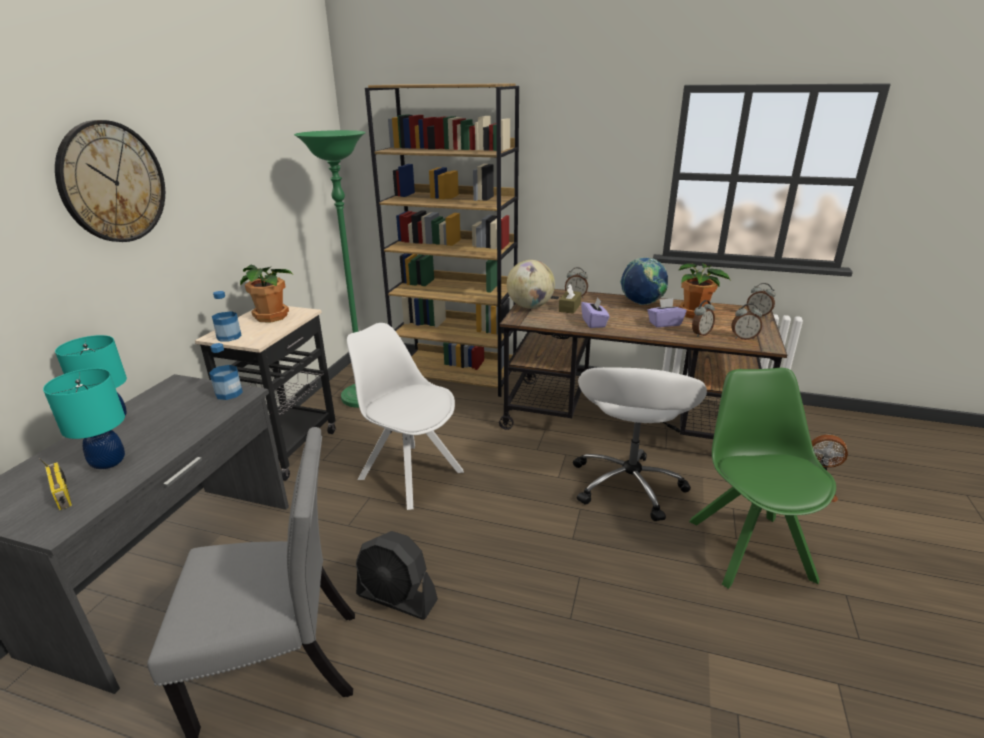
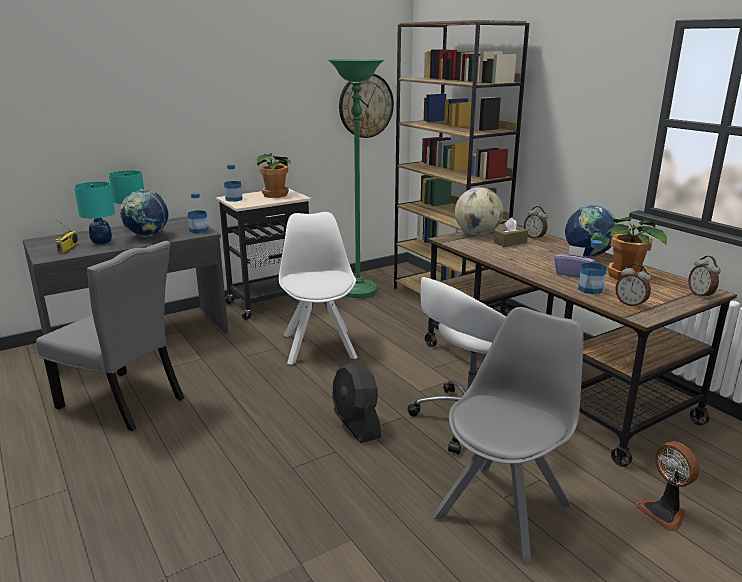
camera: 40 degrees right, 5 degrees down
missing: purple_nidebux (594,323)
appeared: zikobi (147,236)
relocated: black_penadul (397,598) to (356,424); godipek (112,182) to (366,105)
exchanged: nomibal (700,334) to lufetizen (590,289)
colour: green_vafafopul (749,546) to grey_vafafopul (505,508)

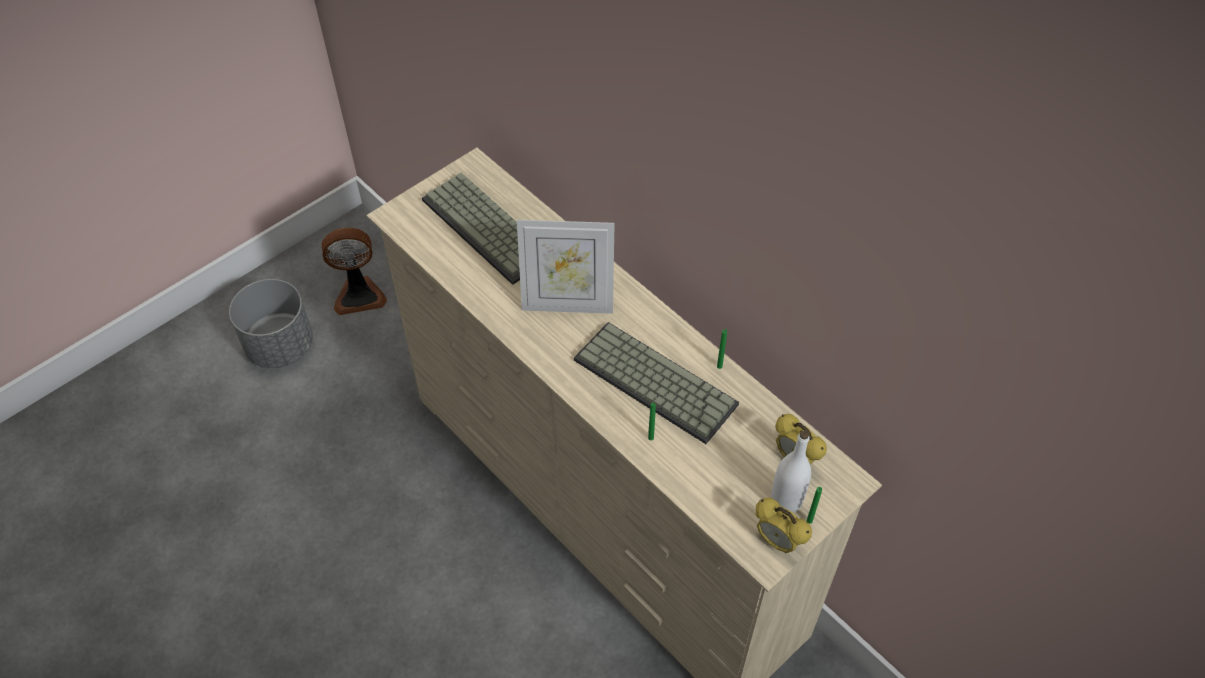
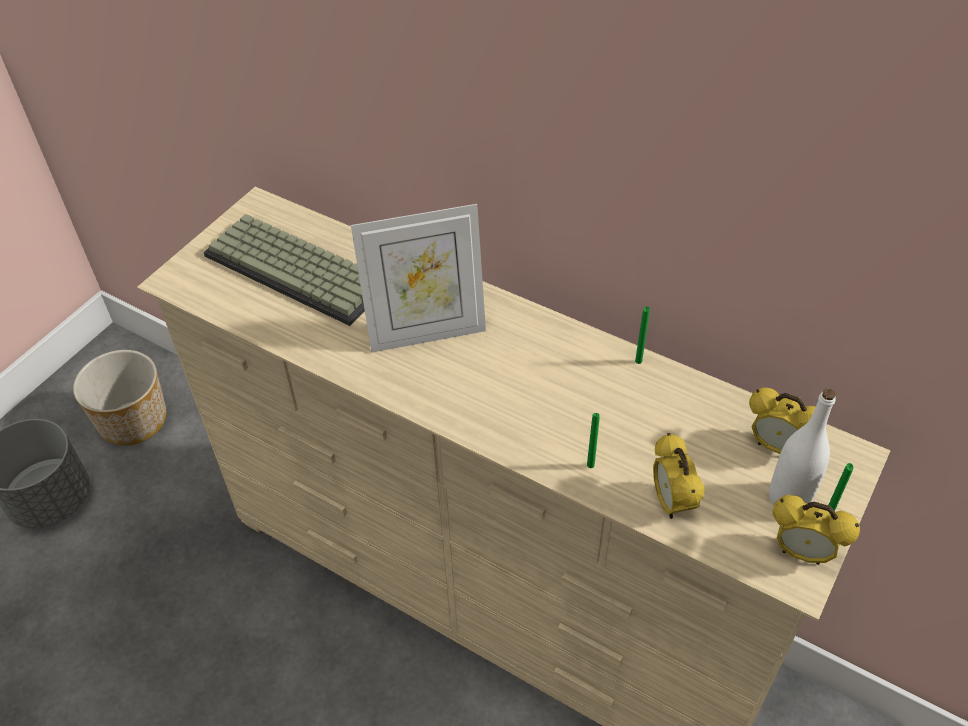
camera: 15 degrees left, 5 degrees down
missing: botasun (652,383)
appeared: nomibal (671,503)
exchanged: penadul (359,294) to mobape (134,420)

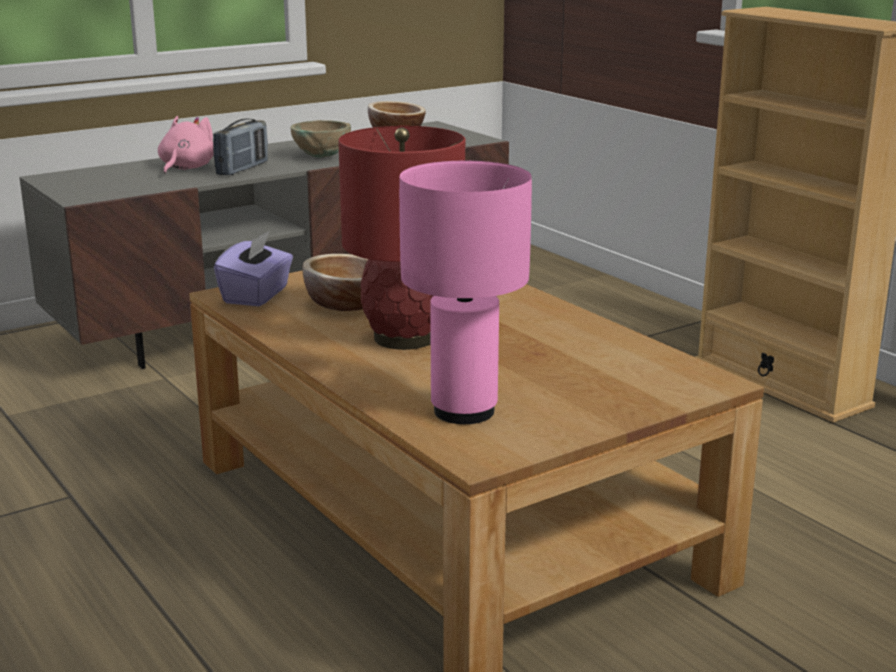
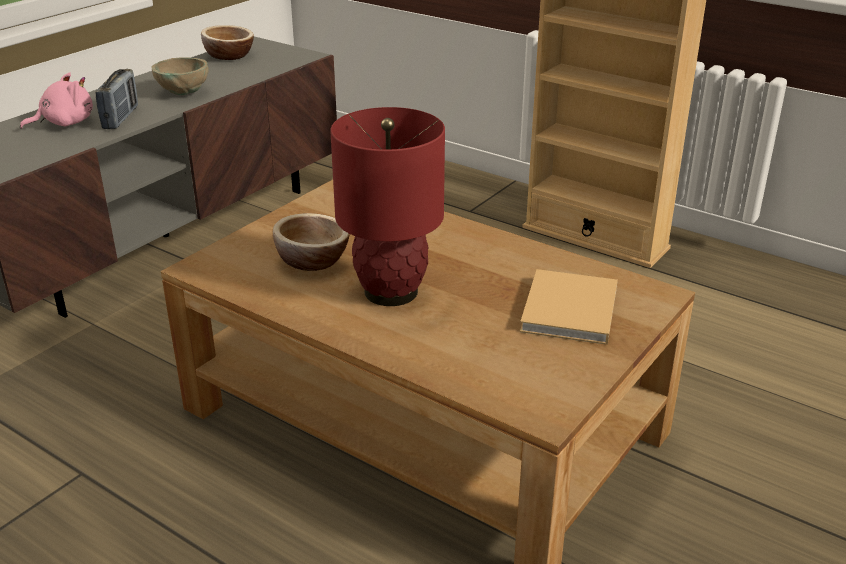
camera: 20 degrees left, 10 degrees up
missing: purple_nidebux (257,295); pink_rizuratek (464,410)
appeared: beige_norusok (569,312)
spun: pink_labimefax (186,168) = (64,123) 60 degrees clockwise

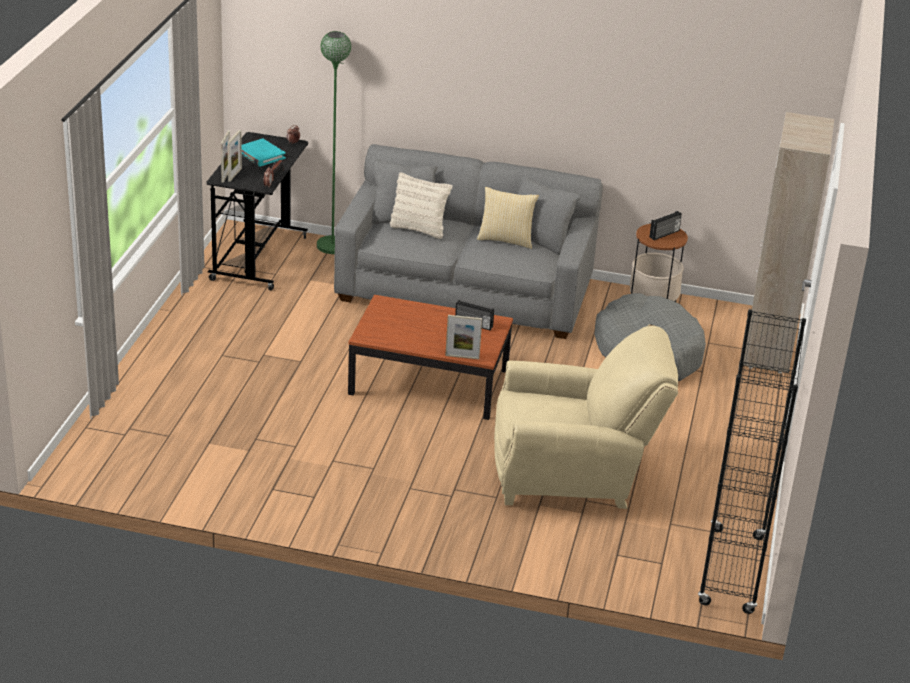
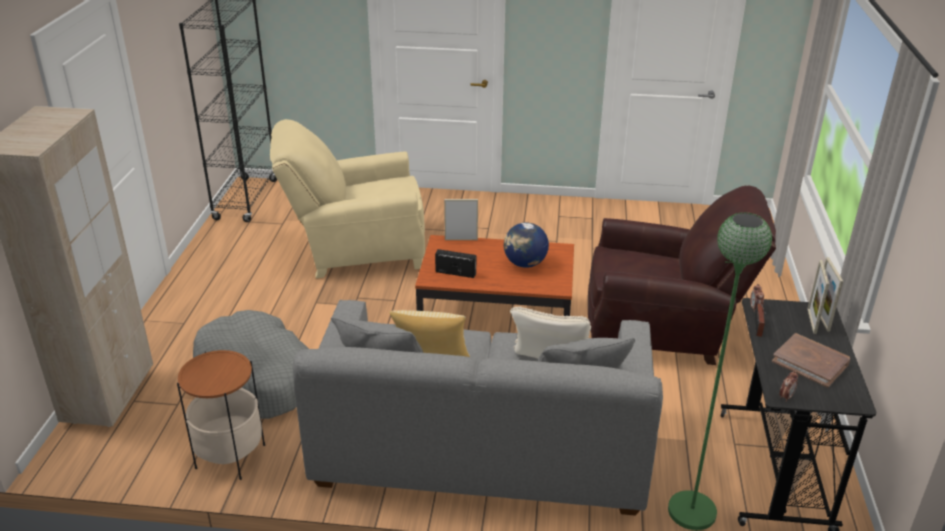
camera: 175 degrees right, 0 degrees up
missing: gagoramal (665,234)
appeared: zikobi (525,264); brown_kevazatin (664,330)
colour: turquoise_norusok (260,155) to brown_norusok (810,362)

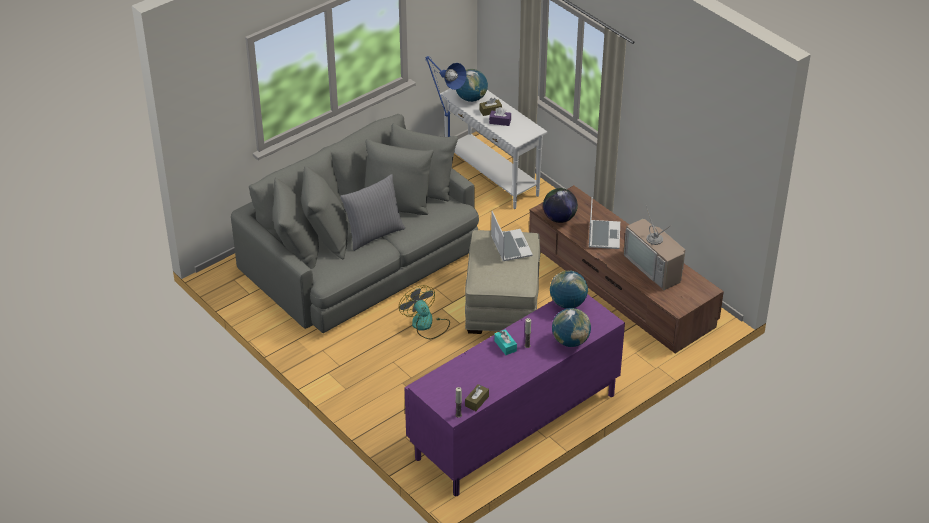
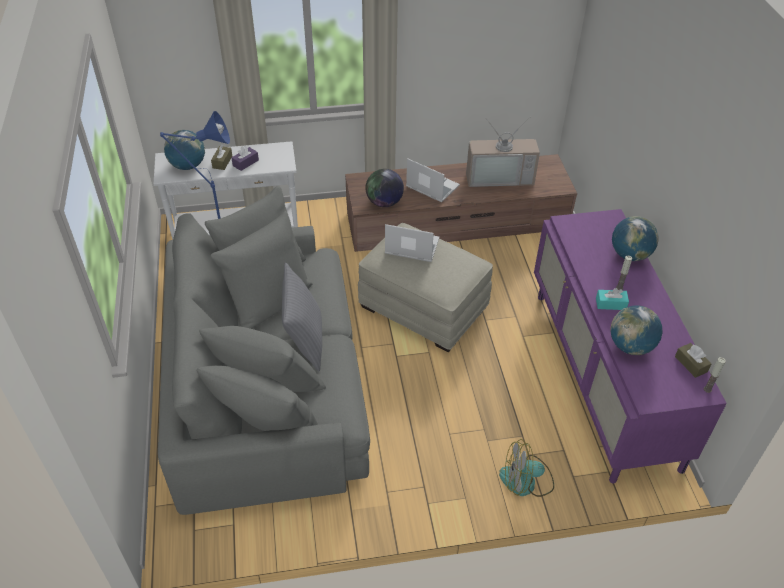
camera: 60 degrees left, 5 degrees up
relocated: penadul (426,325) to (526,481); zikobi (568,303) to (630,346)

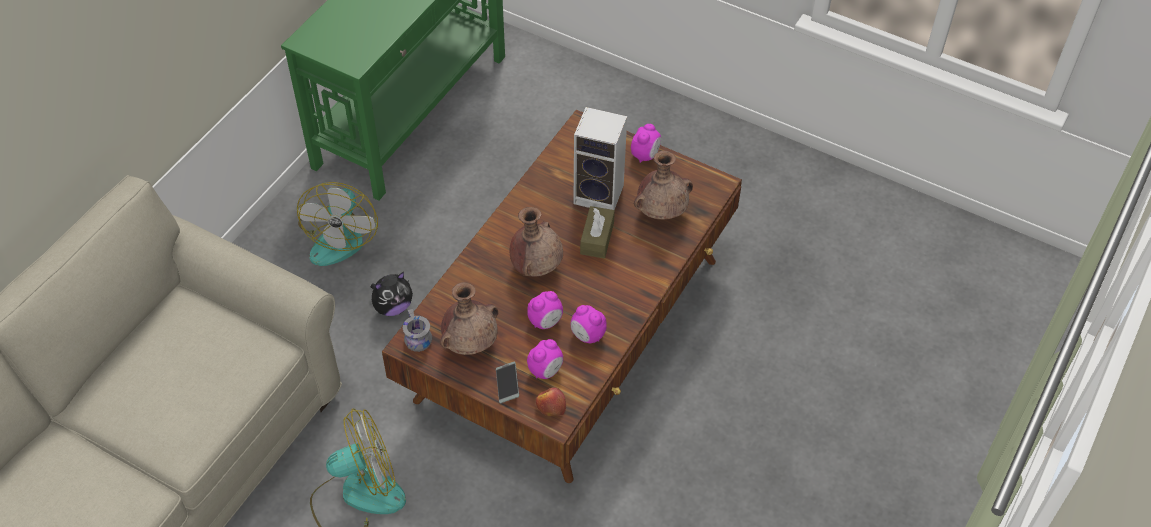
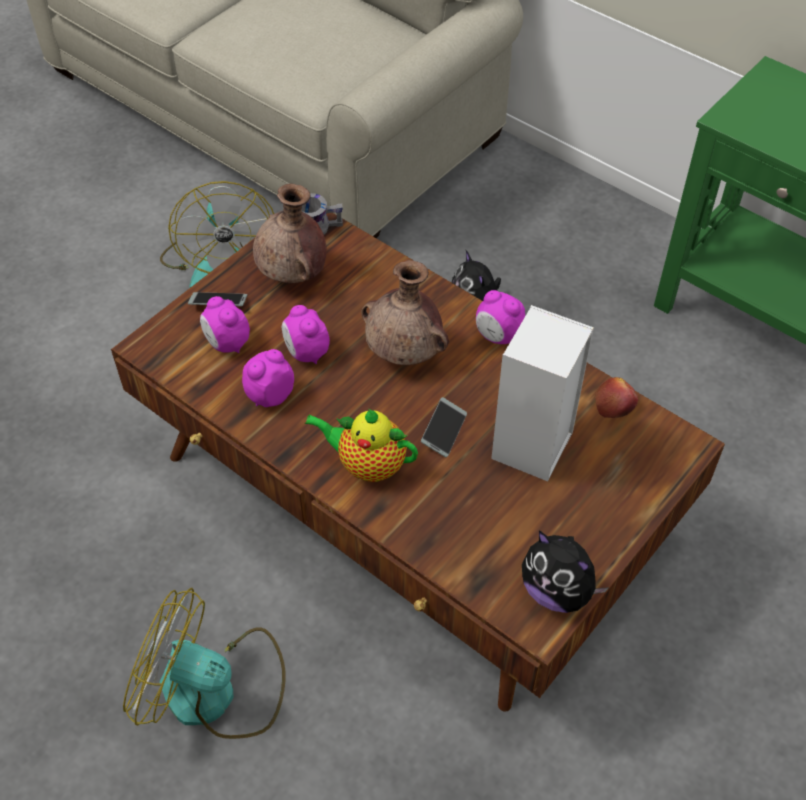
camera: 100 degrees right, 0 degrees up
missing: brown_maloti (662,212)
appeared: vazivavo (367,464); labimefax (557,591)
relocated: penadul (340,236) to (215,690); nomibal (645,155) to (498,336); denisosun (551,406) to (614,403)
exchanged: brown_nidebux (597,238) to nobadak (444,431)

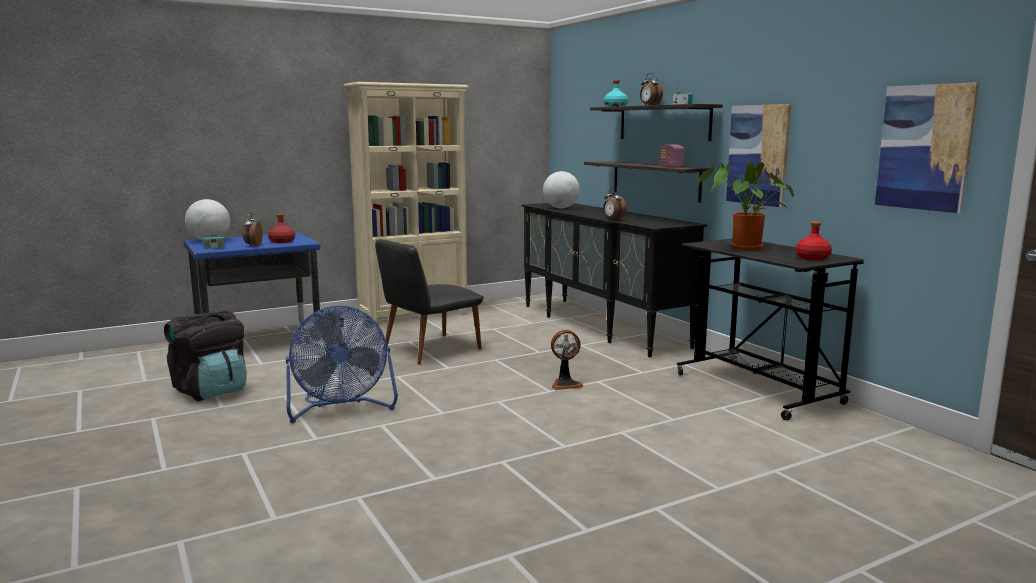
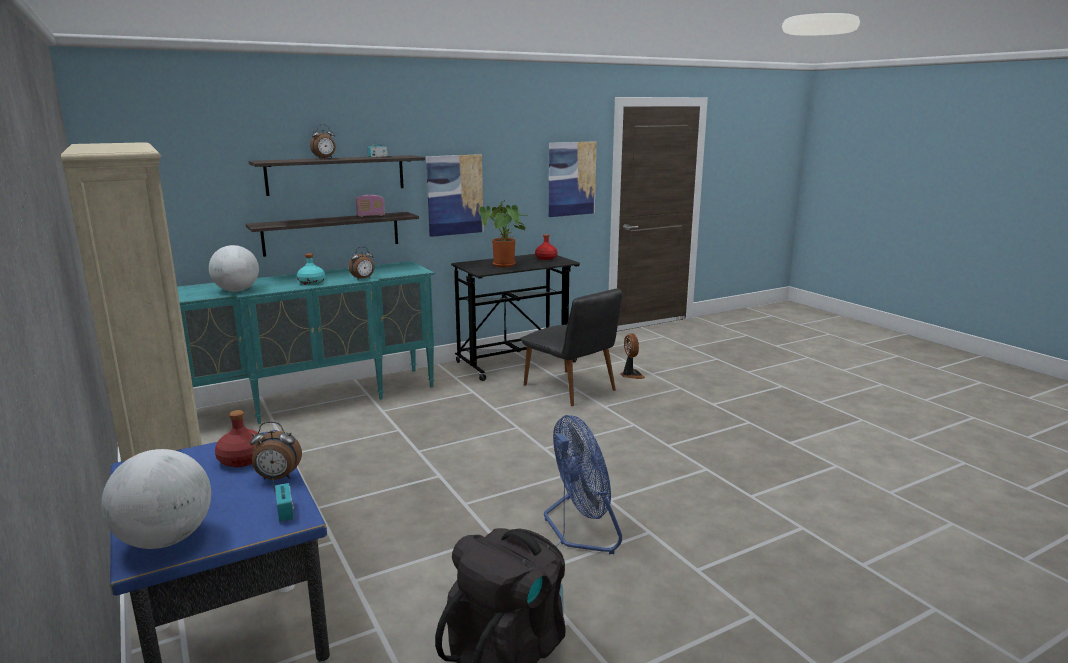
camera: 90 degrees left, 5 degrees up
relocated: turquoise_lufetizen (615,107) to (311,282); black_vafafopul (432,349) to (569,387); penadul (565,384) to (631,375)
colour: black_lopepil (600,325) to turquoise_lopepil (315,399)

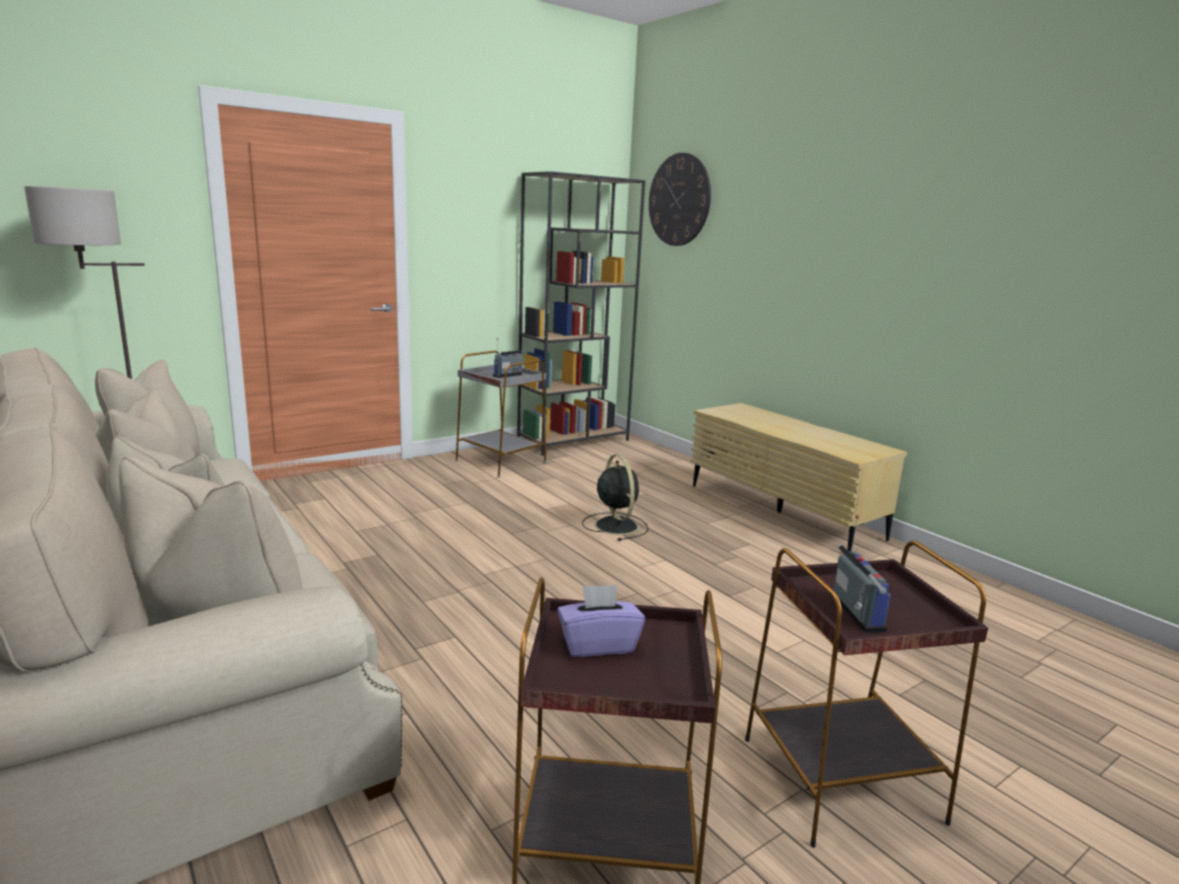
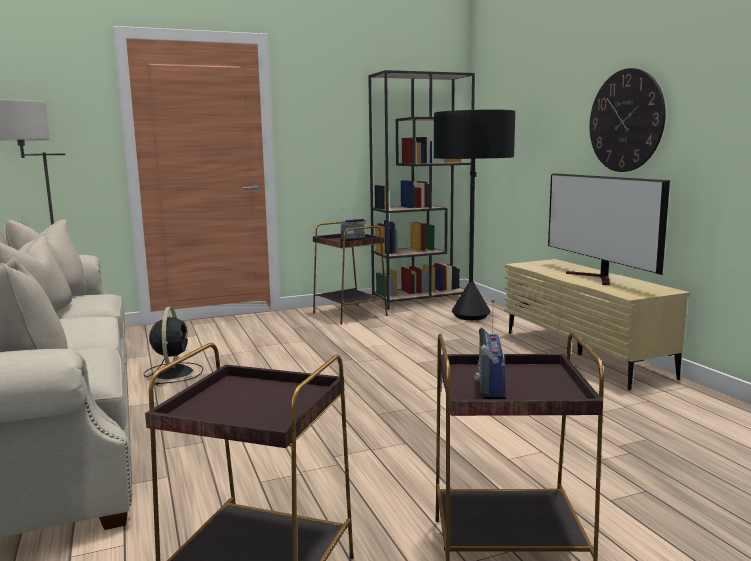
camera: 15 degrees right, 5 degrees down
missing: purple_nidebux (598,644)
appeared: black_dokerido (470,316); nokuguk (597,278)
relocated: black_penadul (615,525) to (173,372); godipek (679,200) to (626,121)
colour: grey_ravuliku (501,462) to brown_ravuliku (349,314)

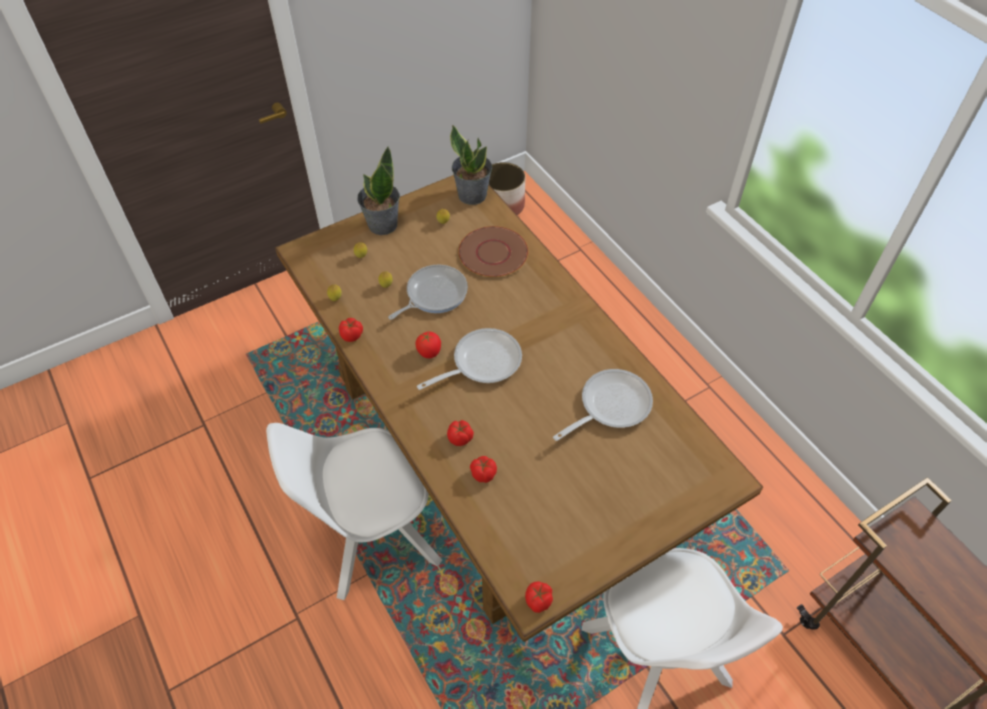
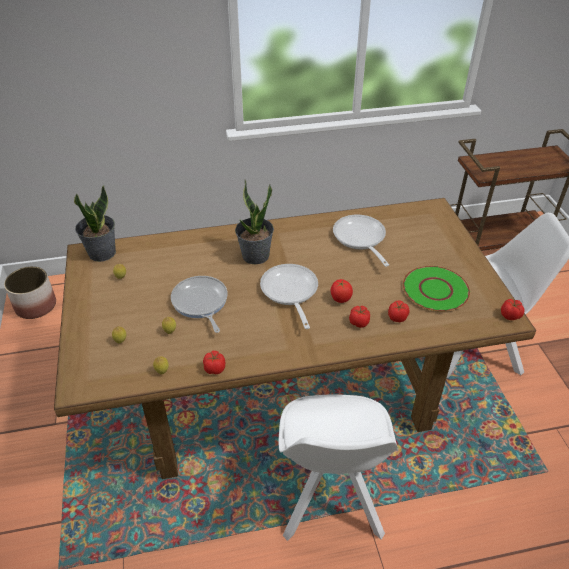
camera: 70 degrees left, 10 degrees down
missing: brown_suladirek (492,253)
appeared: green_suladirek (435,290)
relocated: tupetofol (382,224) to (255,256); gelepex (429,352) to (340,298)

